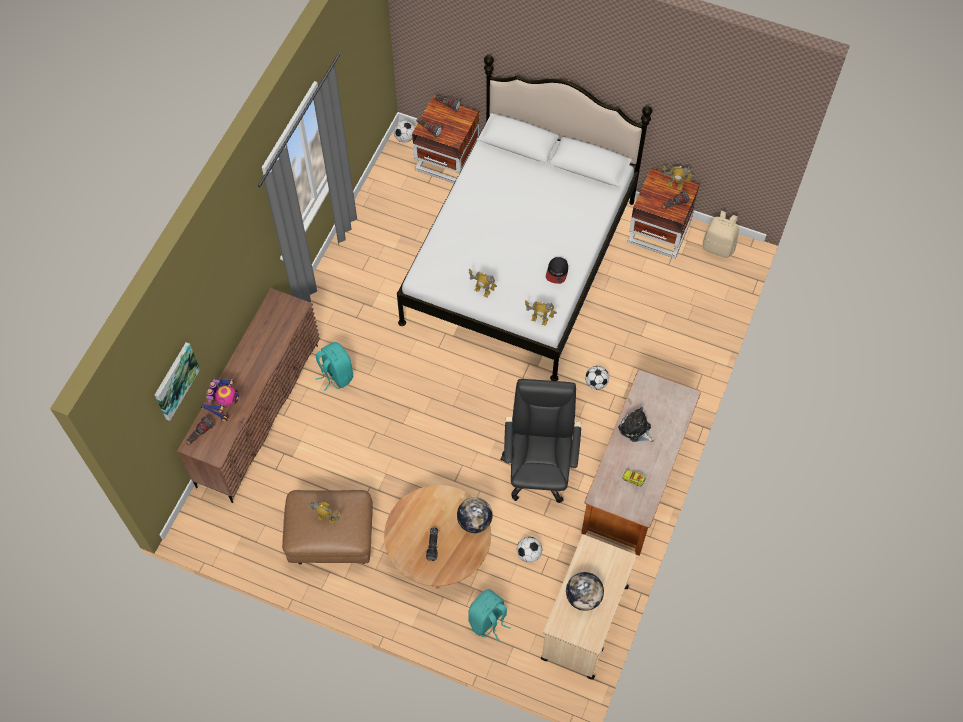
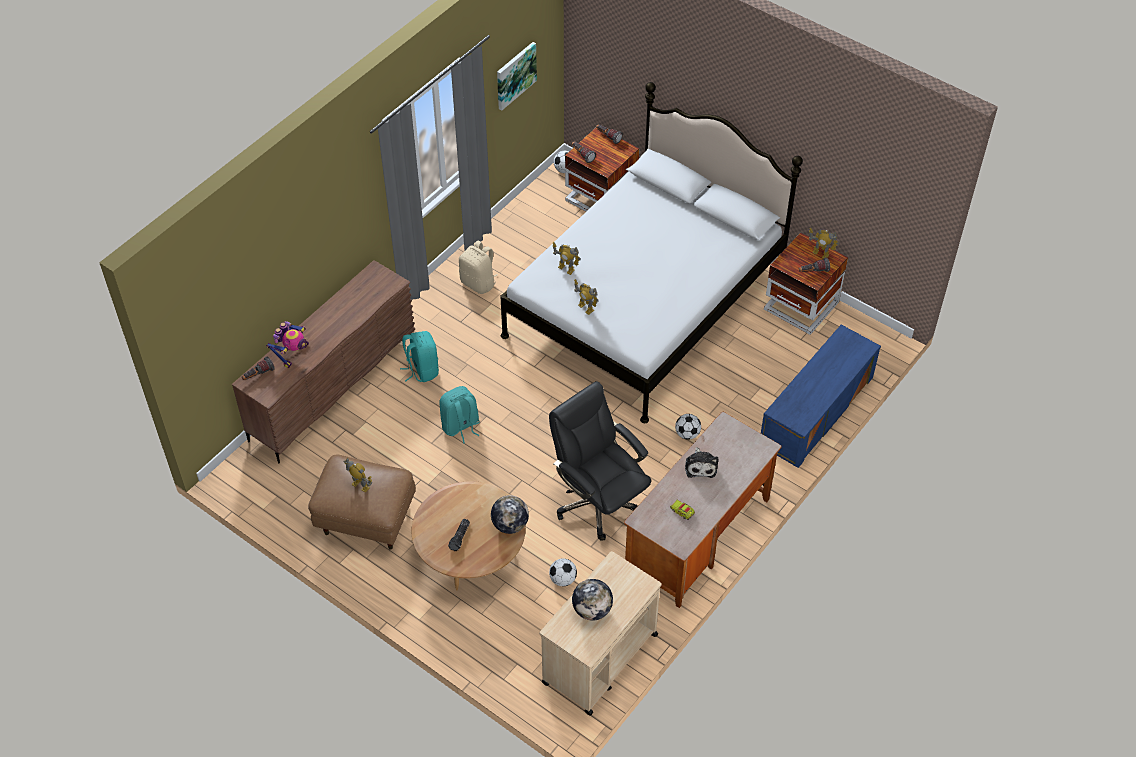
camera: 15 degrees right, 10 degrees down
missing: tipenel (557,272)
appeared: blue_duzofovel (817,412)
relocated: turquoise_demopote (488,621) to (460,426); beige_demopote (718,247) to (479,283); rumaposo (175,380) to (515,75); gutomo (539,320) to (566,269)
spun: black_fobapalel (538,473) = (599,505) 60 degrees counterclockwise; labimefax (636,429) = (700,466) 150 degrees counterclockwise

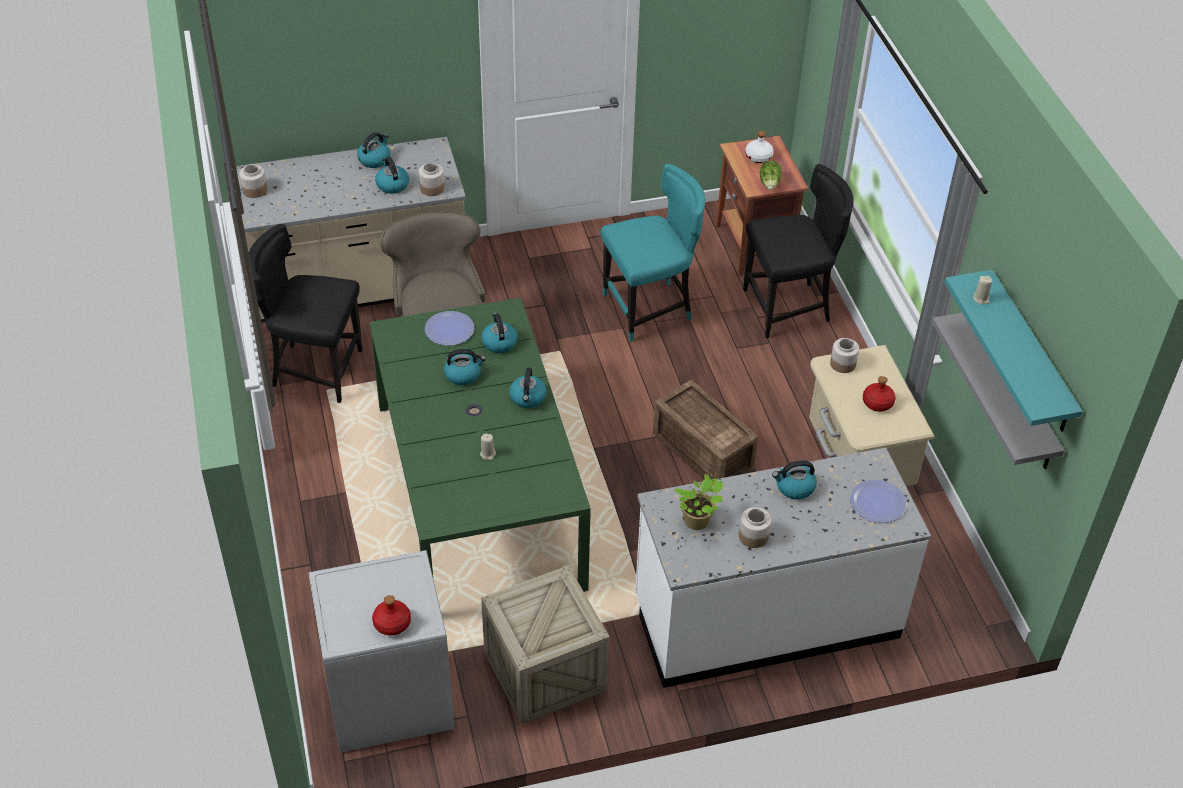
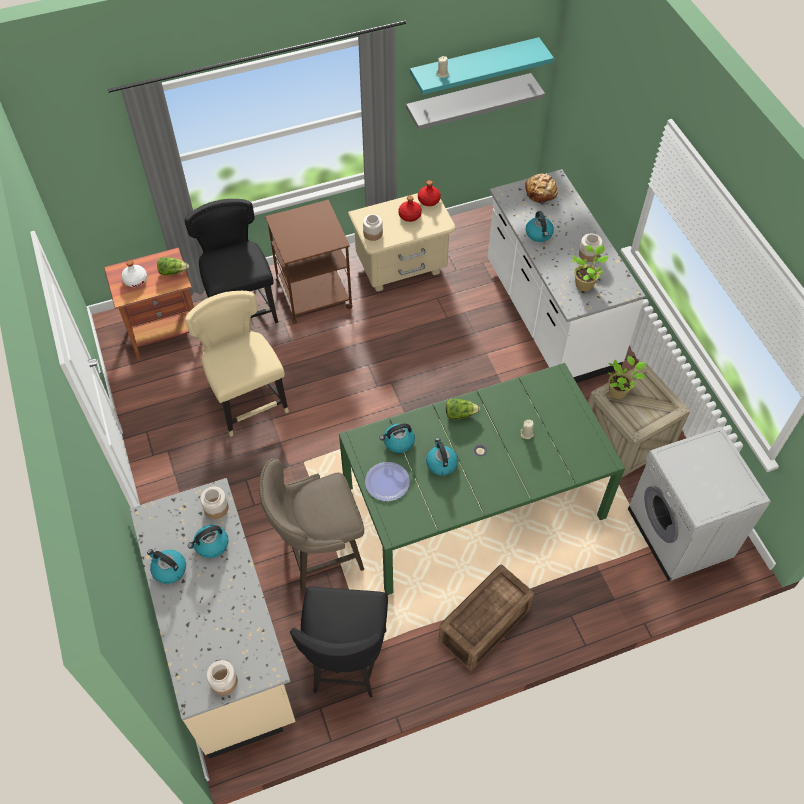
camera: 95 degrees left, 10 degrees up
appeared: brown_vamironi (315,293); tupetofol (619,391)
relocated: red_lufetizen (392,623) to (428,200); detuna (702,449) to (482,625)
exchanged: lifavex (528,398) to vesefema (460,413); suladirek (878,502) to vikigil (541,193)
colour: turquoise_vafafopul (650,309) to beige_vafafopul (248,401)

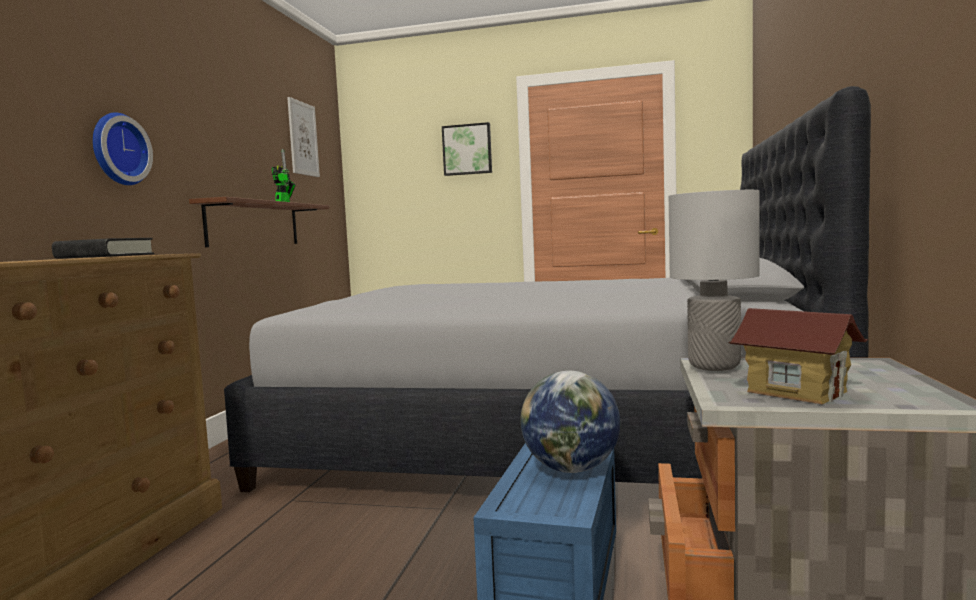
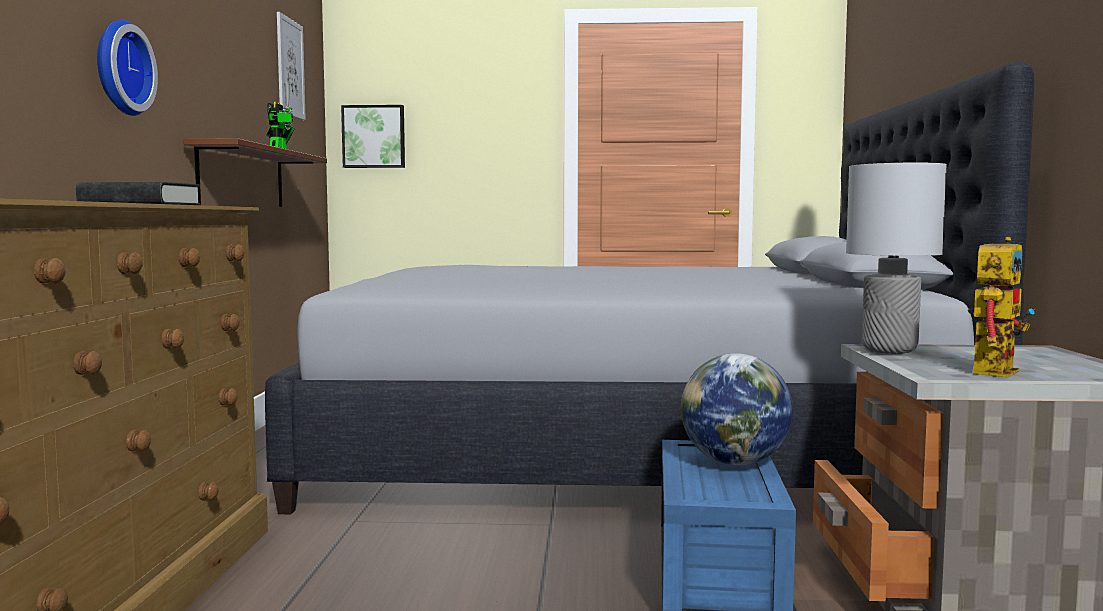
camera: 10 degrees left, 0 degrees up
relocated: rumaposo (467,149) to (374,137)
exchanged: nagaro (796,392) to gutomo (992,370)

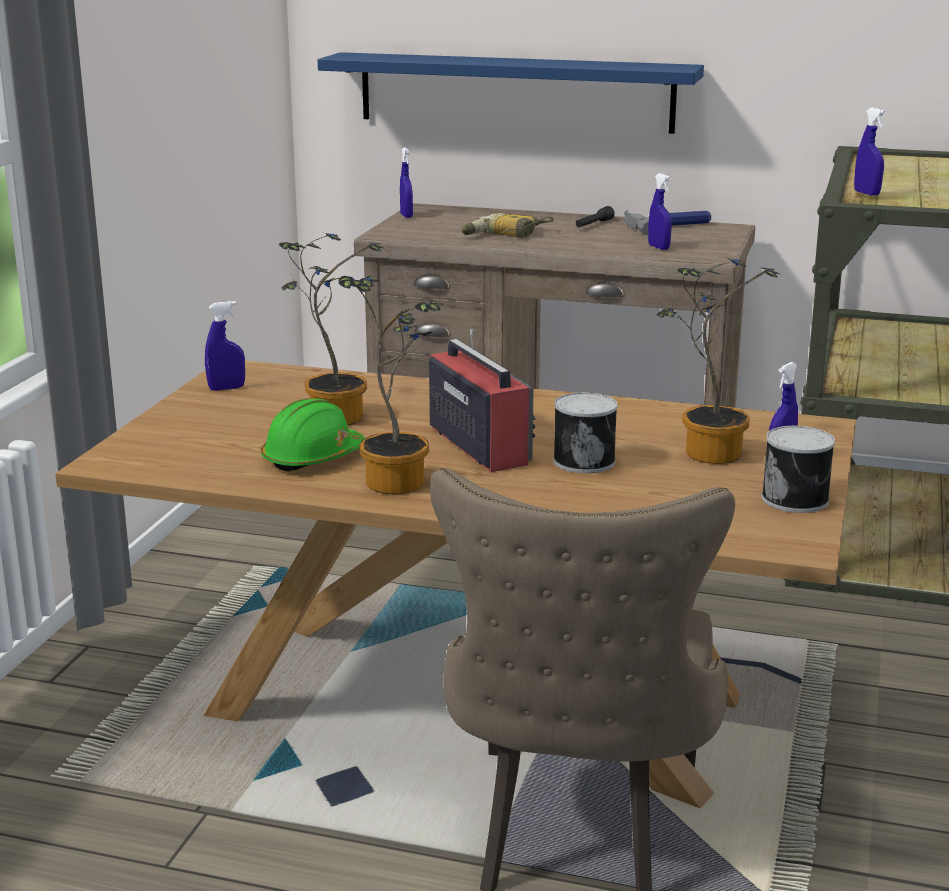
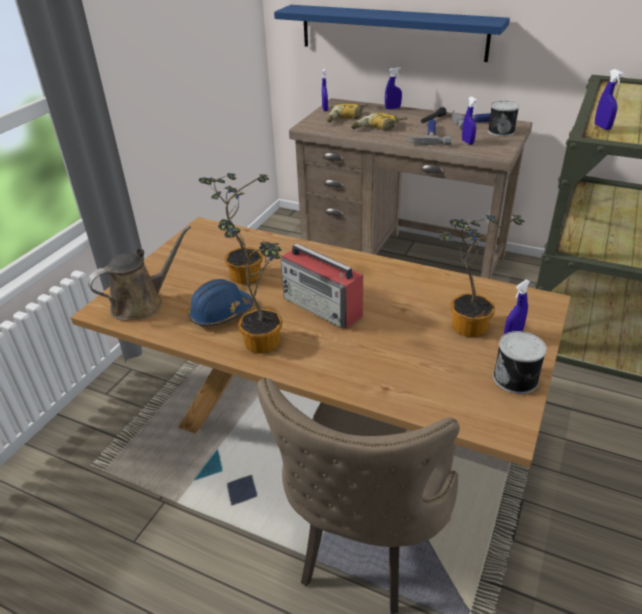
camera: 10 degrees right, 15 degrees up
appeared: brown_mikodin (142,303); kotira (346,118); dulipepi (428,136)
relocated: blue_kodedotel (226,388) to (392,108); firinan (584,460) to (501,131)
colour: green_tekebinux (313,458) to blue_tekebinux (220,313)
spun: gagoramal (478,444) = (323,307) 150 degrees clockwise

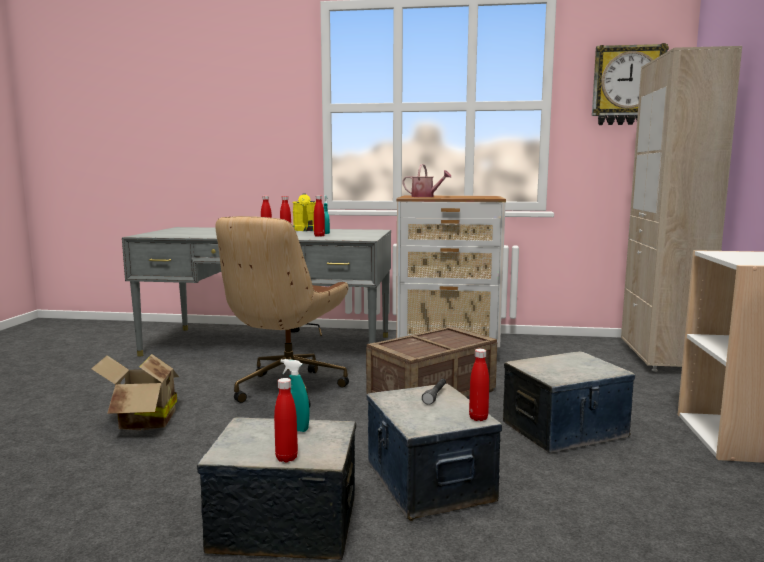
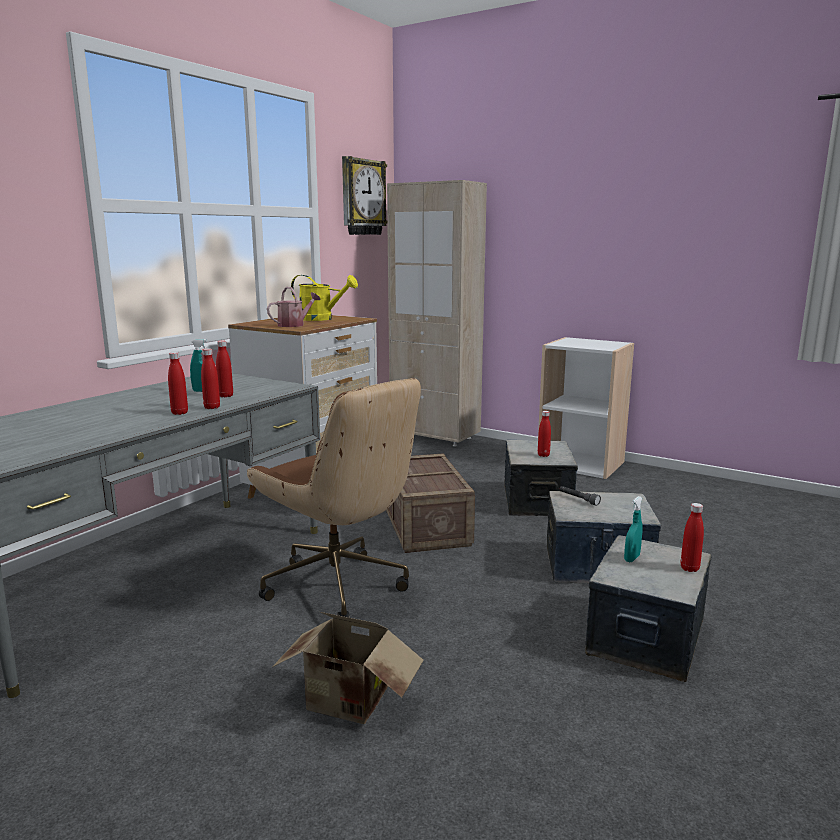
camera: 65 degrees left, 5 degrees up
relocated: yellow_mikodin (306,230) to (322,319); red_lufetizen (478,418) to (543,455)

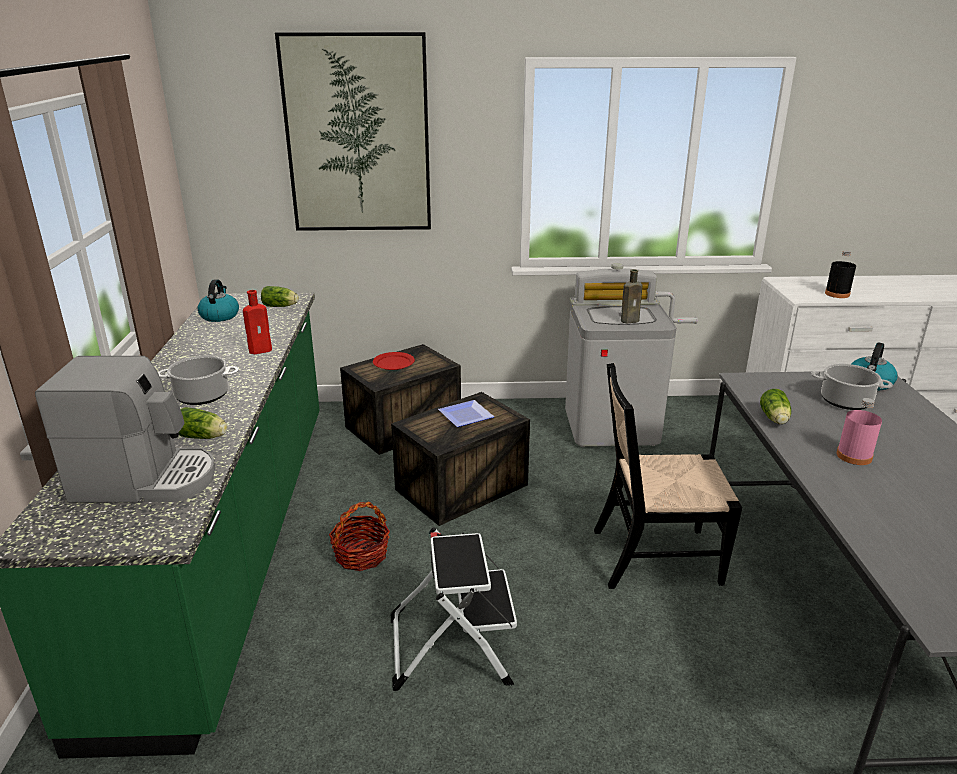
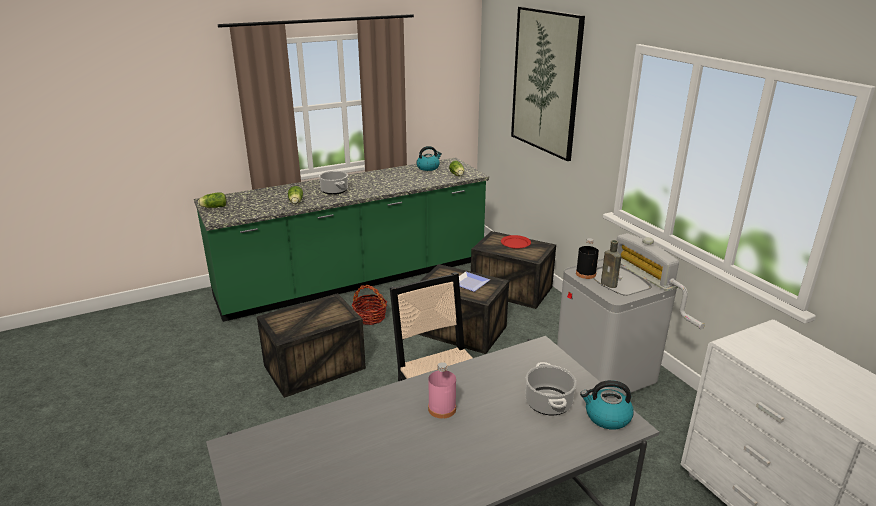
camera: 65 degrees right, 0 degrees up
missing: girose (146,480); red_lufetizen (262,350)
relocated: vesefema (774,419) to (213,207); black_lufetizen (837,294) to (585,274)
exchanged: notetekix (452,644) to detuna (315,366)

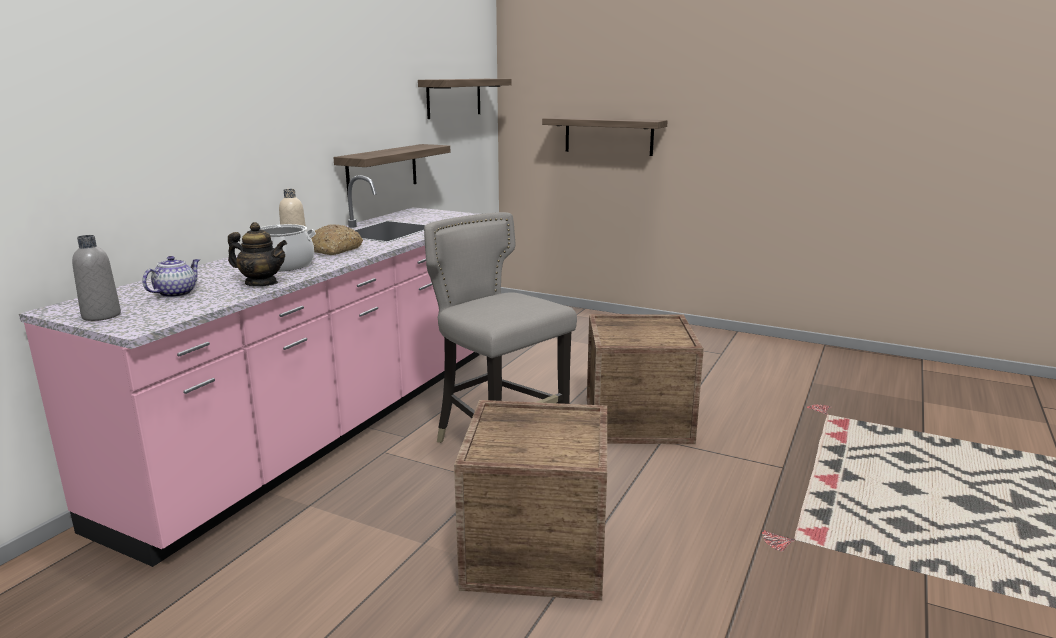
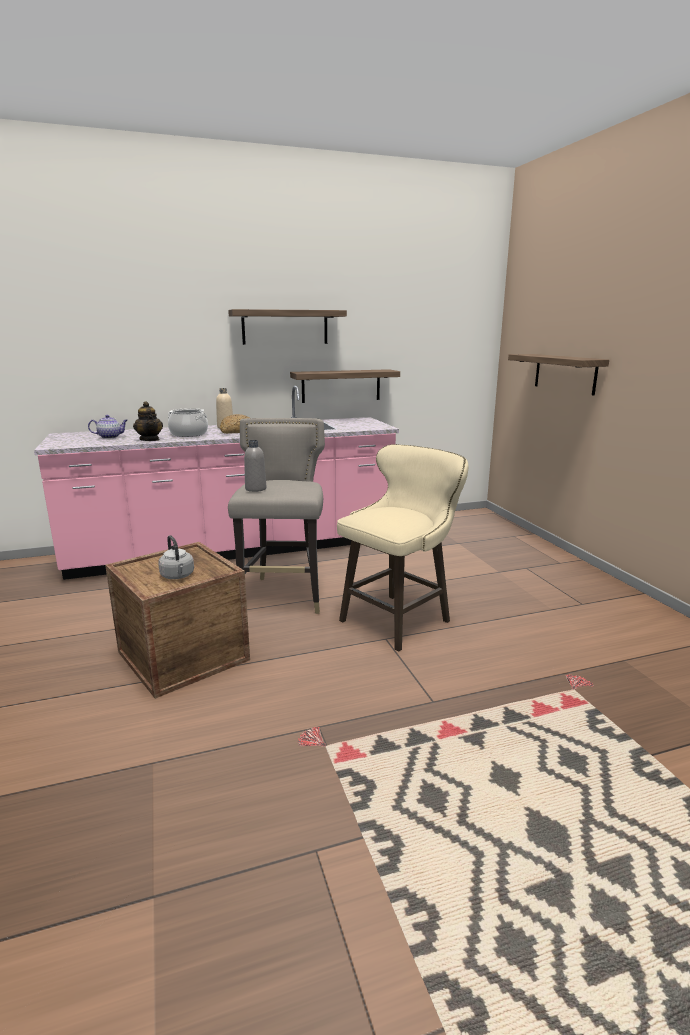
camera: 45 degrees right, 0 degrees up
appeared: grey_lifavex (178,576)
relocated: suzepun (454,97) to (285,327); grey_lufetizen (101,316) to (255,489)
exchanged: detuna (637,420) to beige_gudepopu (398,619)

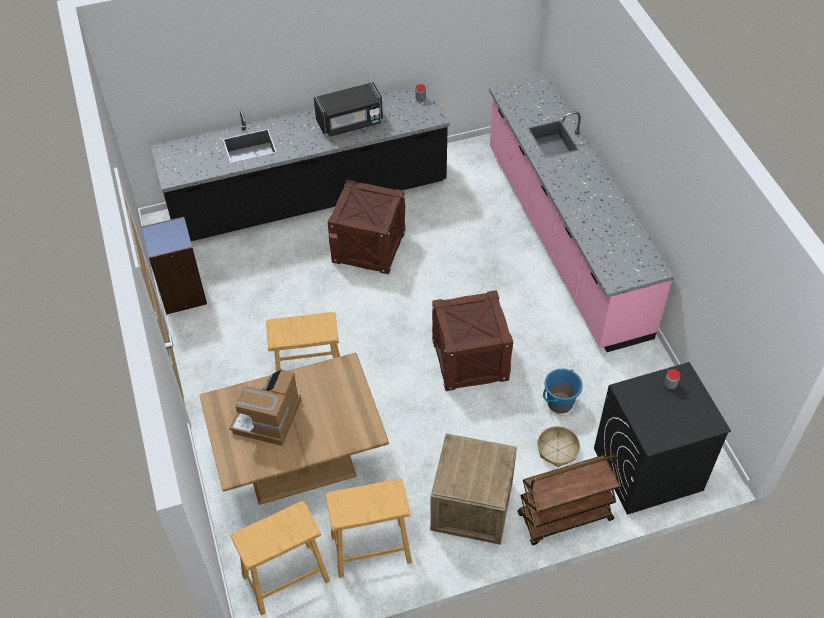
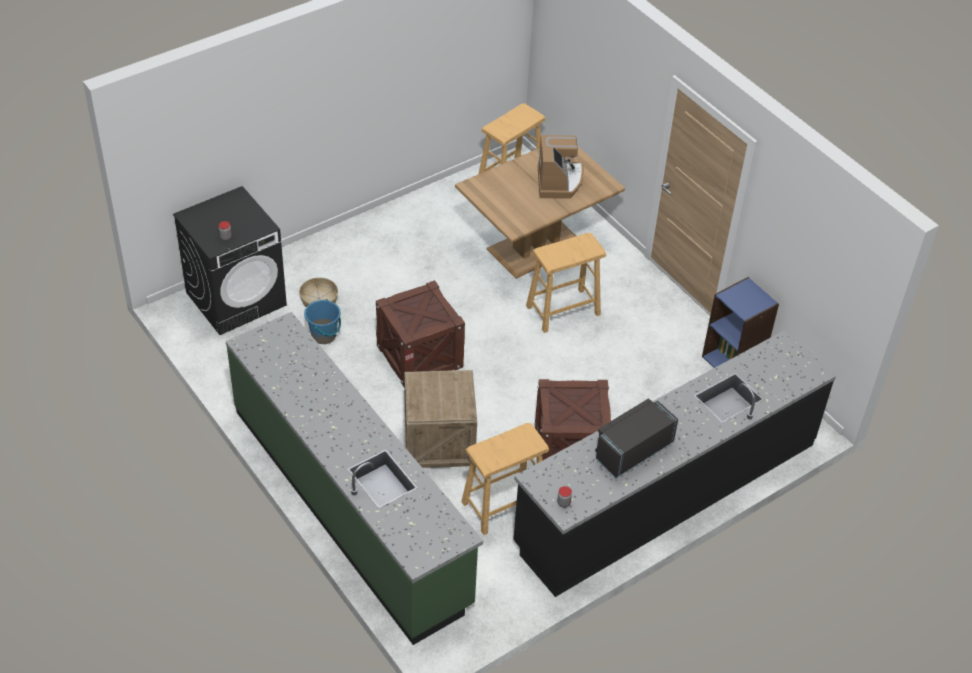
camera: 160 degrees right, 5 degrees down
missing: brown_vamironi (564,518)
relocated: detuna (471,506) to (440,442); beige_gudepopu (370,548) to (504,505)
colour: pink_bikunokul (564,239) to green_bikunokul (350,505)

